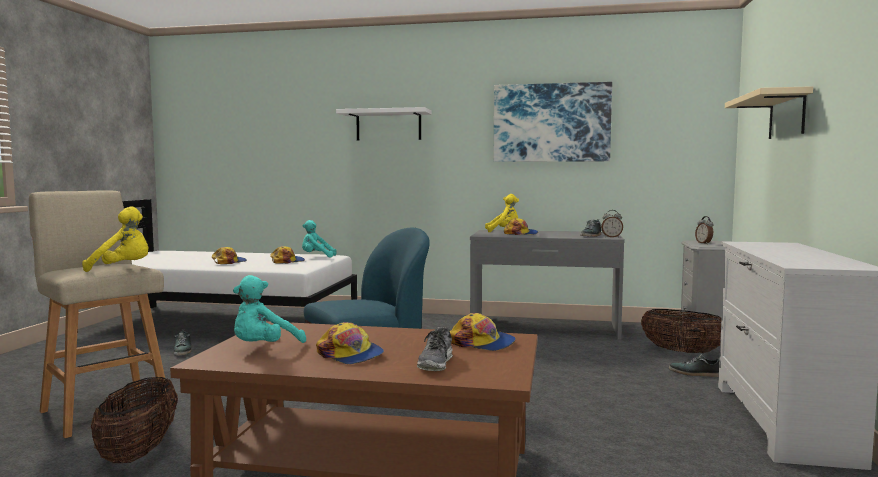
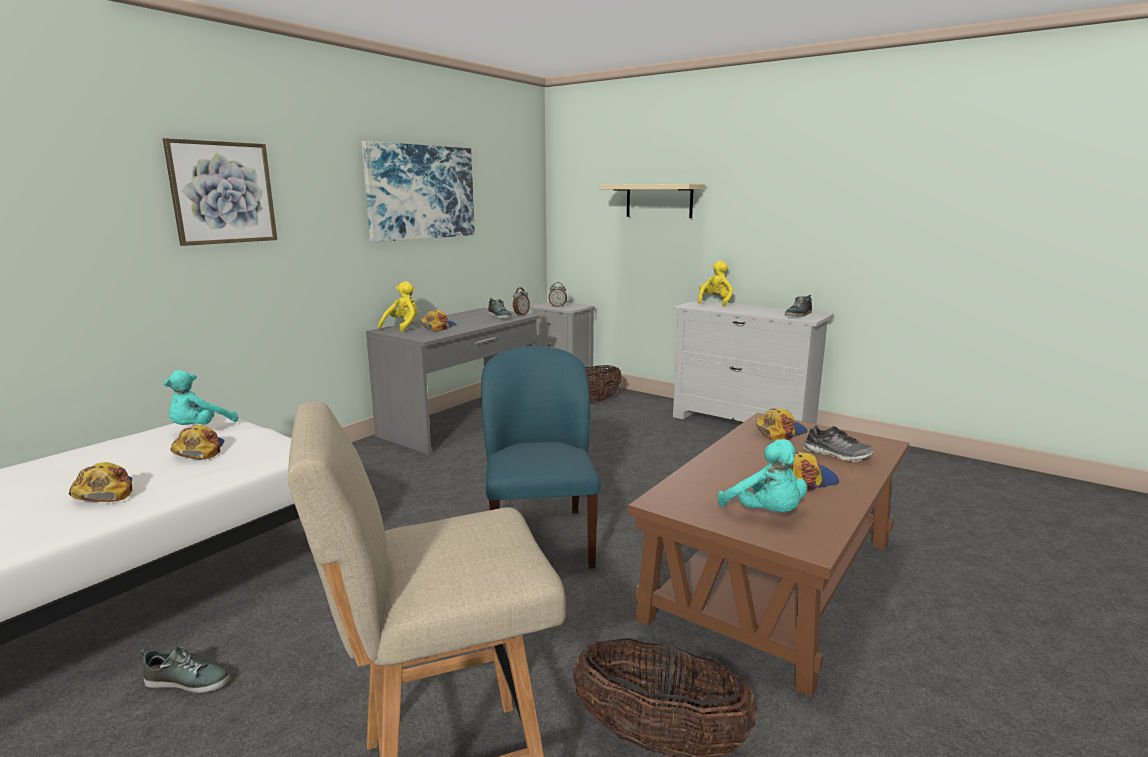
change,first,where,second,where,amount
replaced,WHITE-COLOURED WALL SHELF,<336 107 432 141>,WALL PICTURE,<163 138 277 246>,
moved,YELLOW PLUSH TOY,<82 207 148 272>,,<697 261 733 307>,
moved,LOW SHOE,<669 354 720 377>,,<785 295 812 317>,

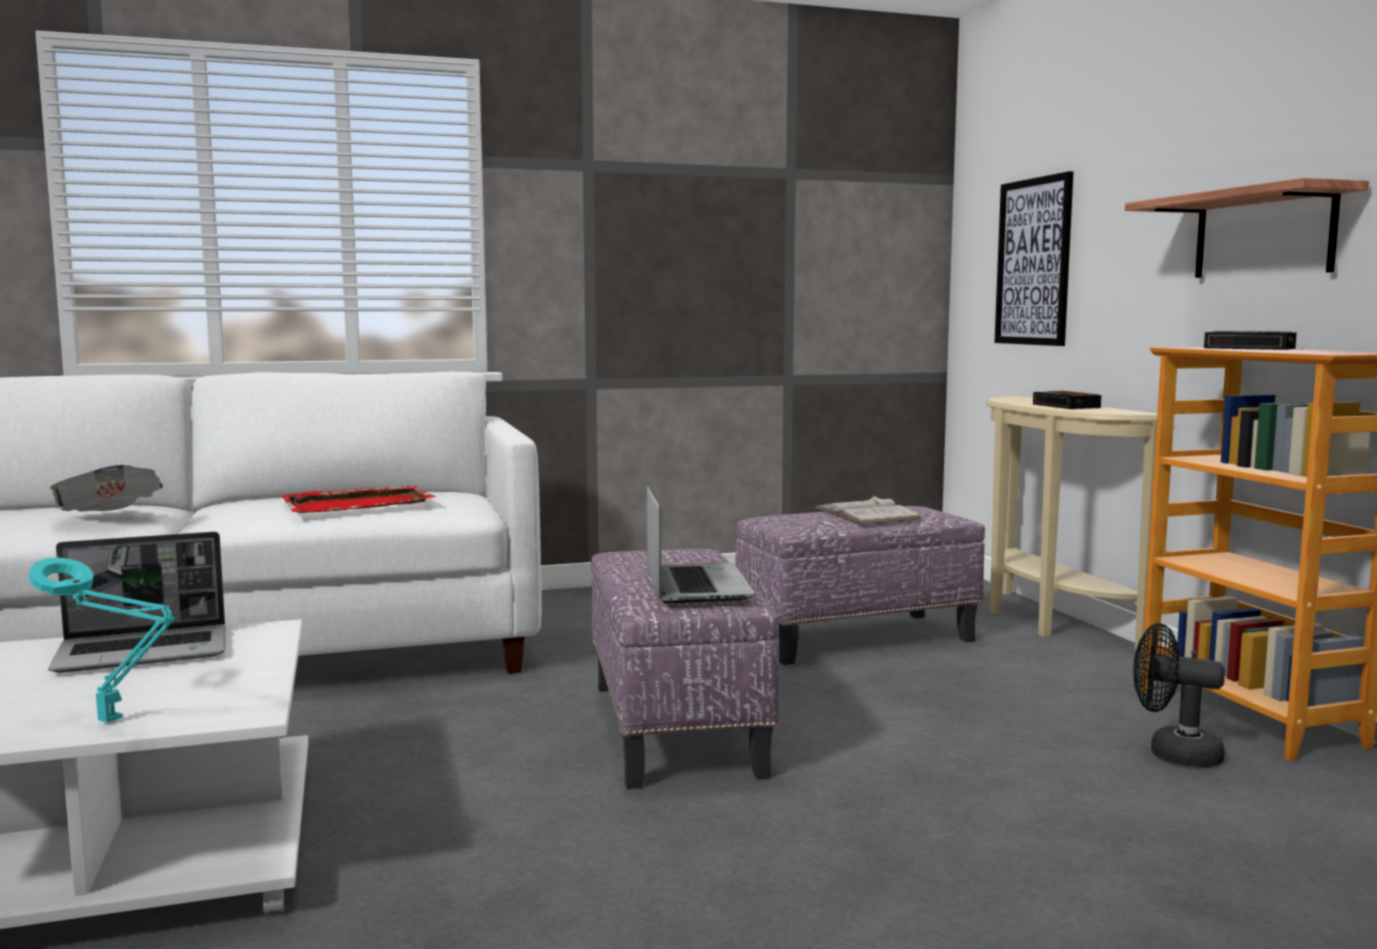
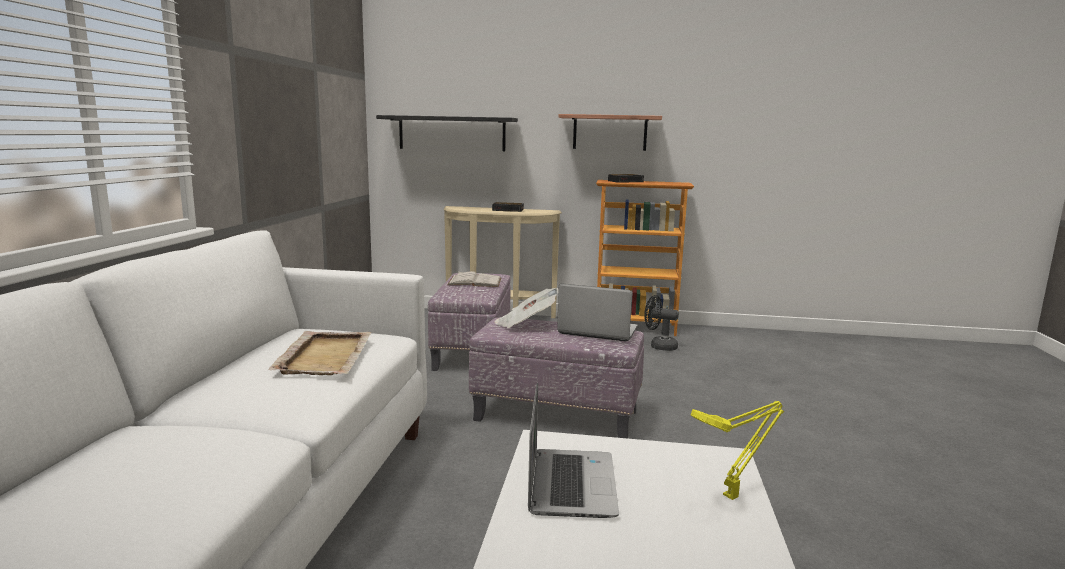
change,first,where,second,where,amount
recoloured,RED CARRYING TRAY,<281 485 436 513>,BEIGE-COLOURED CARRYING TRAY,<268 331 372 375>,
replaced,WALL PICTURE,<995 171 1073 346>,BLACK WALL SHELF,<376 115 518 151>,
moved,PRINTED PAPER,<50 465 163 512>,,<494 288 559 328>,
turned,BLACK FAN,<1133 623 1225 768>,,<644 295 679 351>,60 degrees clockwise
recoloured,BLUE-GREEN TABLETOP LAMP,<28 557 175 722>,YELLOW TABLETOP LAMP,<691 401 784 500>,

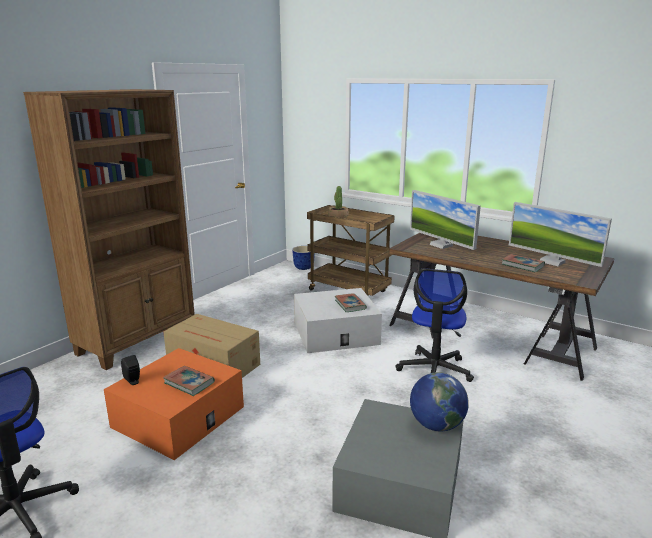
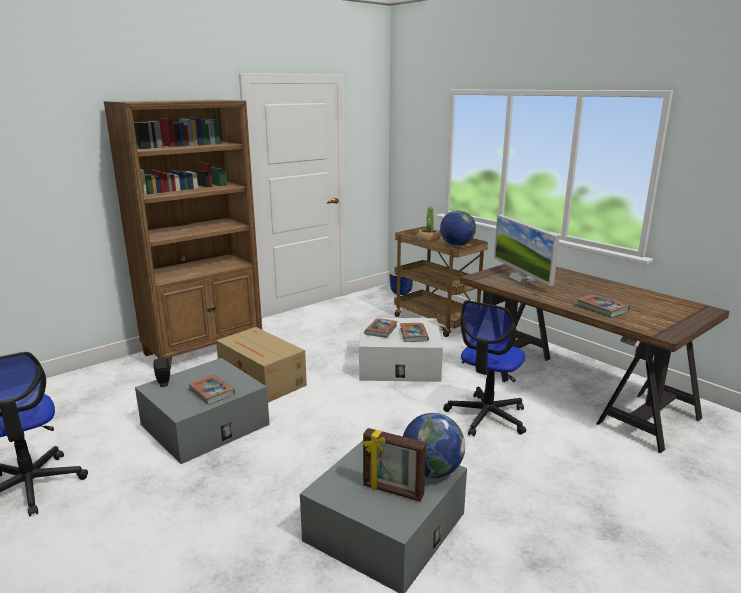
change,first,where,second,where,amount
recoloured,ORANGEY STORAGE CONTAINER,<104 348 244 460>,GREY STORAGE CONTAINER,<135 358 270 464>,
added,,,STANDING FRAME,<363 428 426 502>,
added,,,BOUND BOOK,<364 318 398 338>,
added,,,DESK GLOBE,<440 210 476 246>,
removed,COMPUTER SCREEN,<509 202 612 267>,,,

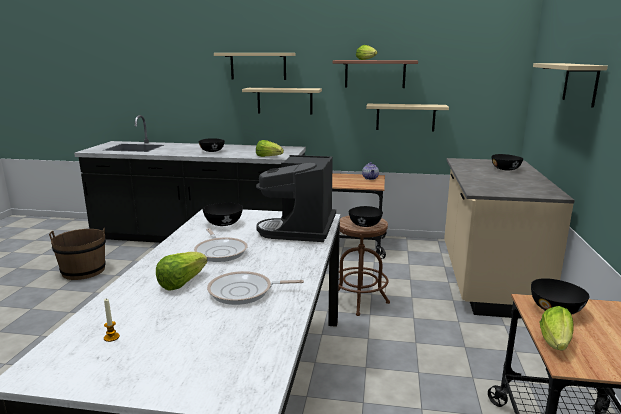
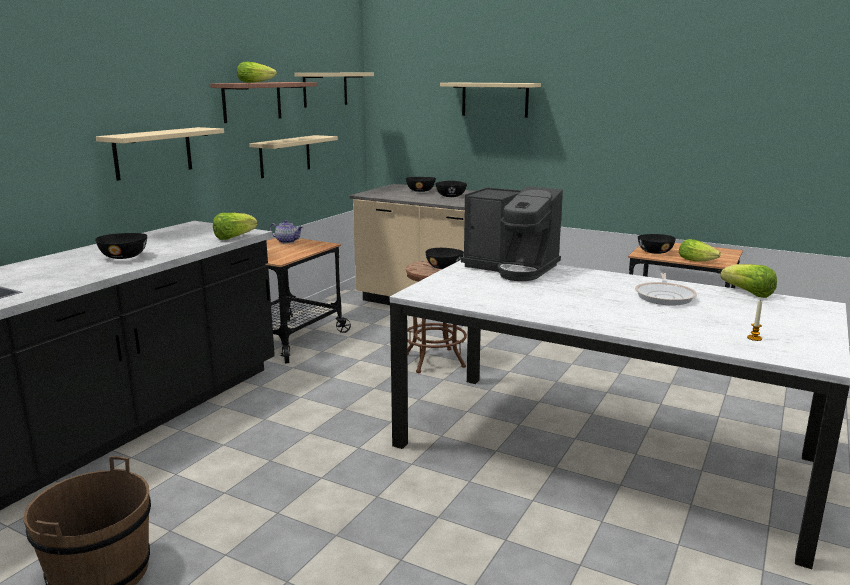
change,first,where,second,where,amount
moved,BEIGE-COLOURED WALL SHELF,<214 53 295 80>,,<294 73 374 108>,
moved,BLACK SERVING BOWL,<202 203 243 226>,,<435 181 467 197>,
moved,LETTUCE HEAD,<156 252 207 291>,,<720 264 777 298>,
removed,FRYING PAN,<194 228 247 262>,,,

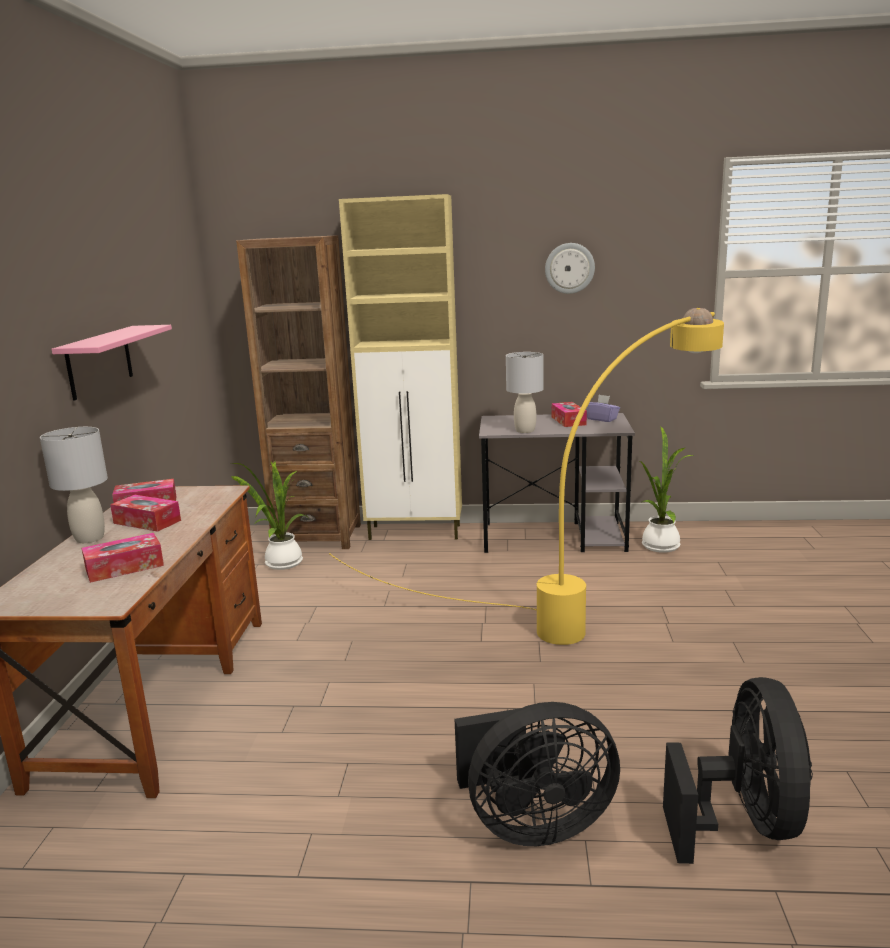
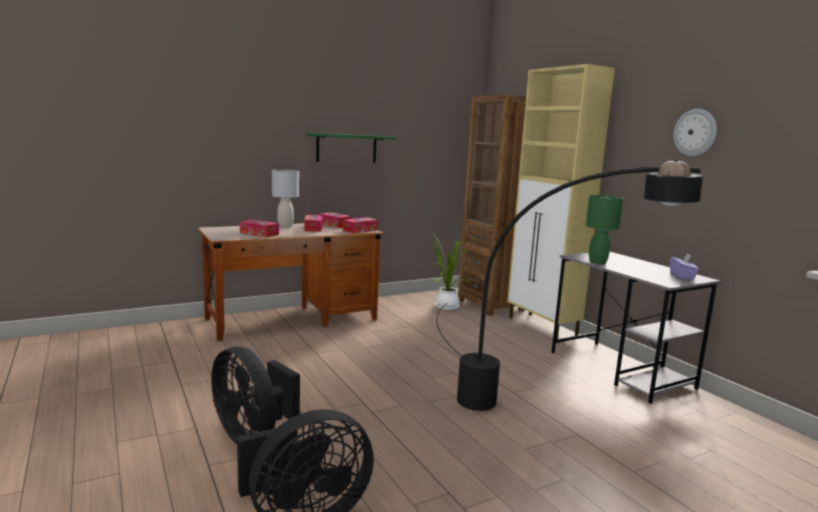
change,first,where,second,where,amount
recoloured,PINK WALL SHELF,<52 325 172 401>,GREEN-COLOURED WALL SHELF,<307 133 396 163>,
moved,TISSUE HOLDER,<551 402 587 427>,,<343 217 378 233>,
recoloured,YELLOW STANDARD LAMP,<329 308 724 645>,BLACK STANDARD LAMP,<436 160 703 411>,
recoloured,GREY TABLETOP LAMP,<506 352 543 433>,GREEN-COLOURED TABLETOP LAMP,<586 195 623 264>,
removed,PLANT IN A POT,<640 427 693 553>,,,

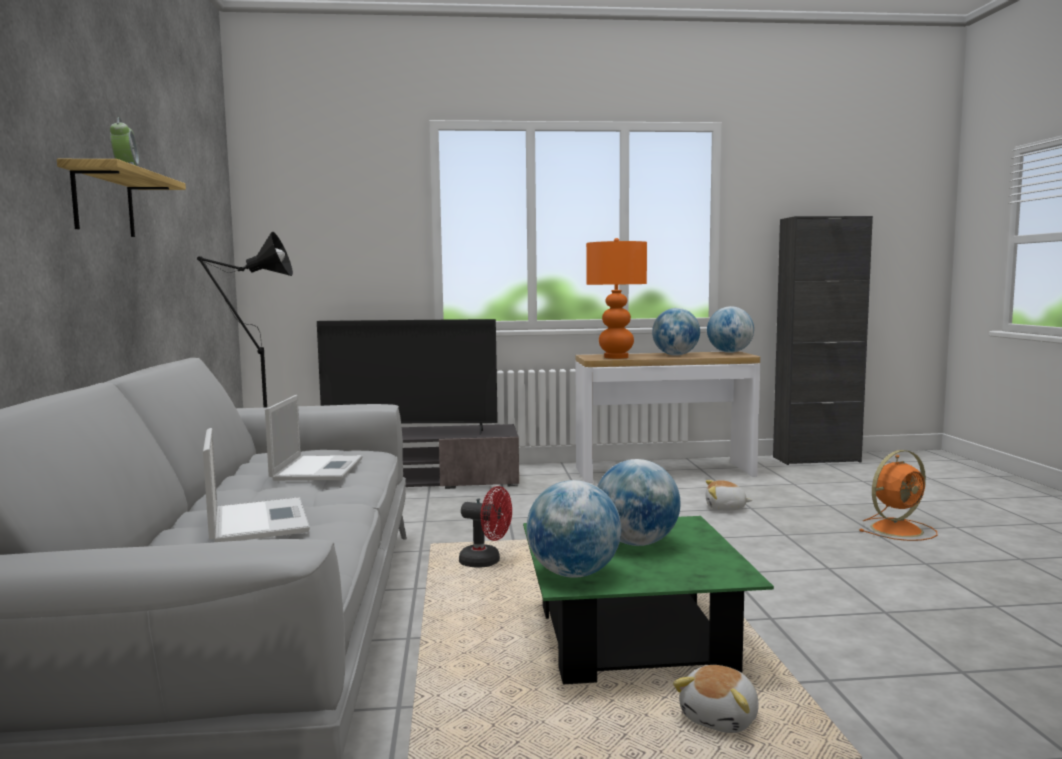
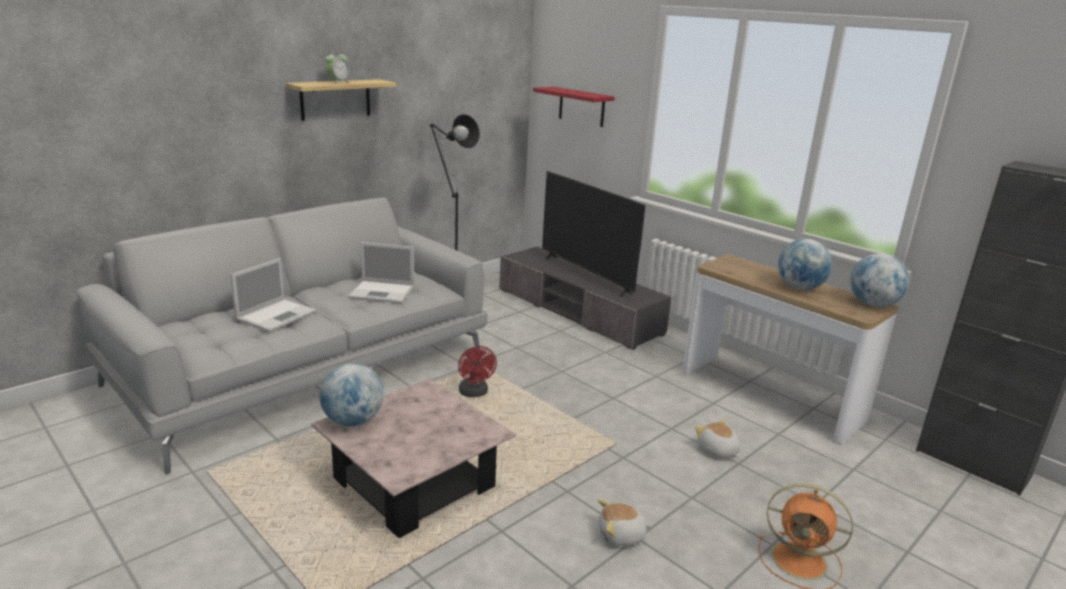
change,first,where,second,where,amount
recoloured,GREEN-COLOURED COFFEE TABLE,<523 516 774 684>,PINK COFFEE TABLE,<311 379 516 538>,
turned,LAPTOP,<265 395 363 481>,,<348 242 414 303>,45 degrees clockwise
added,,,RED WALL SHELF,<533 87 615 127>,
moved,PLUSH TOY,<673 665 759 733>,,<598 499 652 546>,
removed,ORANGEY TABLETOP LAMP,<586 238 647 359>,,,
removed,DESK GLOBE,<597 459 681 546>,,,

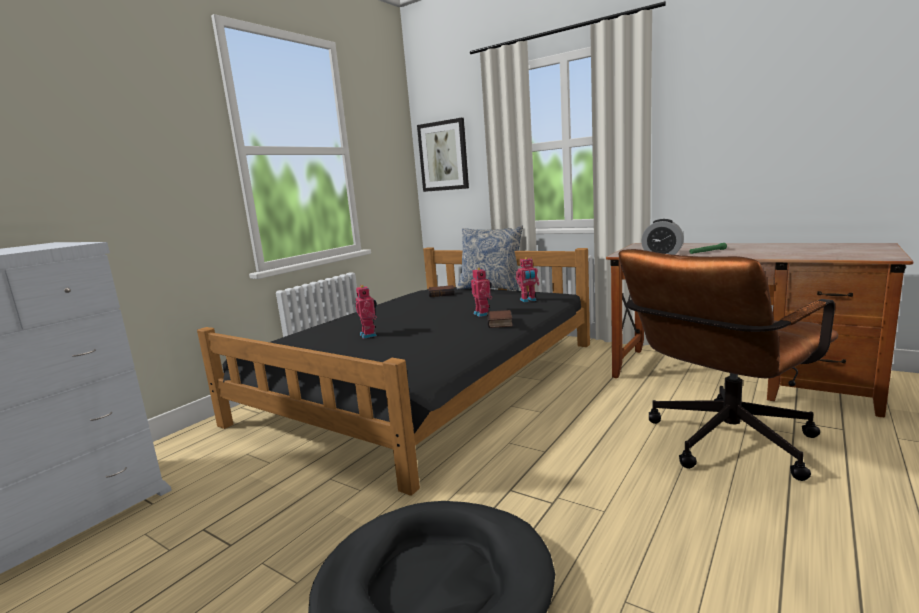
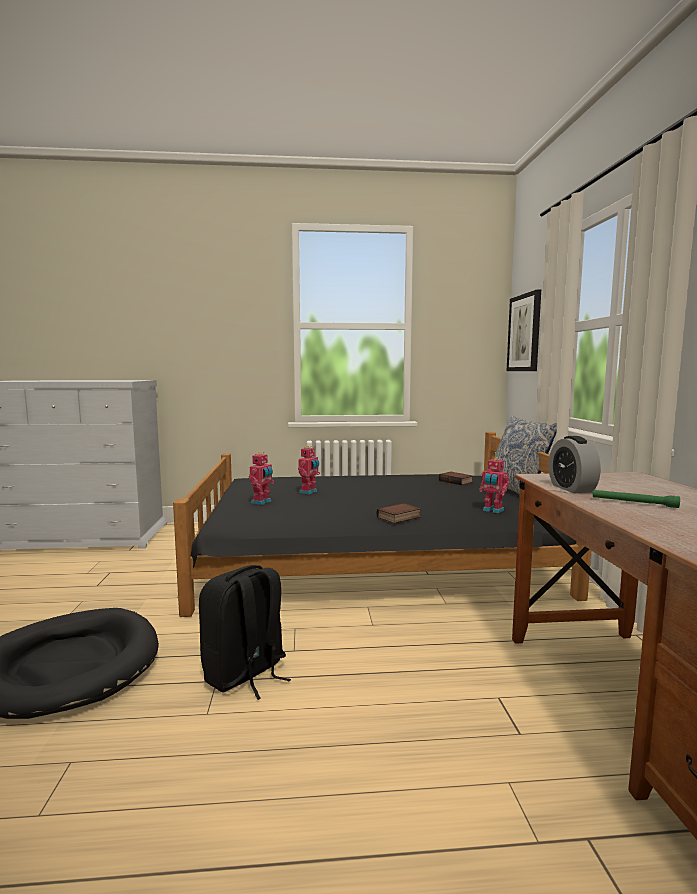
change,first,where,second,where,amount
added,,,BLACK BACKPACK,<199 565 291 700>,
moved,ROBOT FIGURE,<471 268 492 317>,,<249 452 274 505>,
removed,BROWN-COLOURED DESK CHAIR,<619 249 838 481>,,,

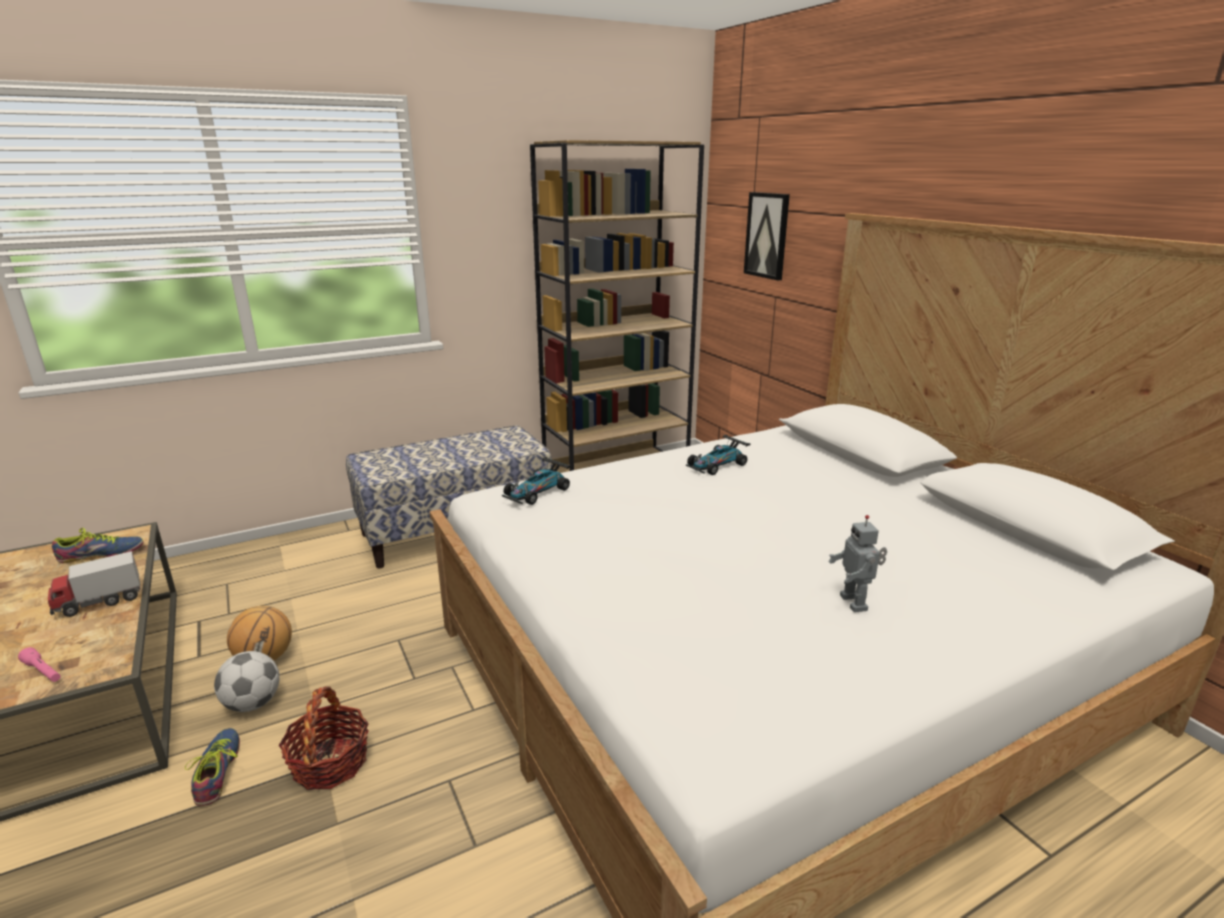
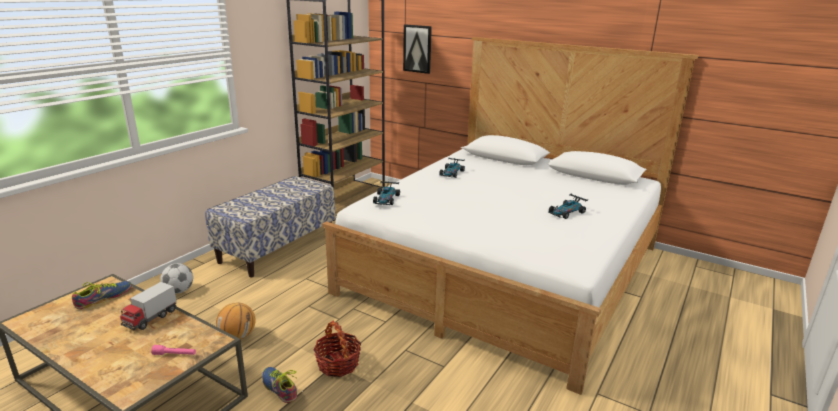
change,first,where,second,where,amount
moved,BALL FOR FOOTBALL,<214 651 280 712>,,<160 263 193 294>,
replaced,ROBOT FIGURE,<828 515 887 612>,TOY CAR,<548 194 588 219>,

